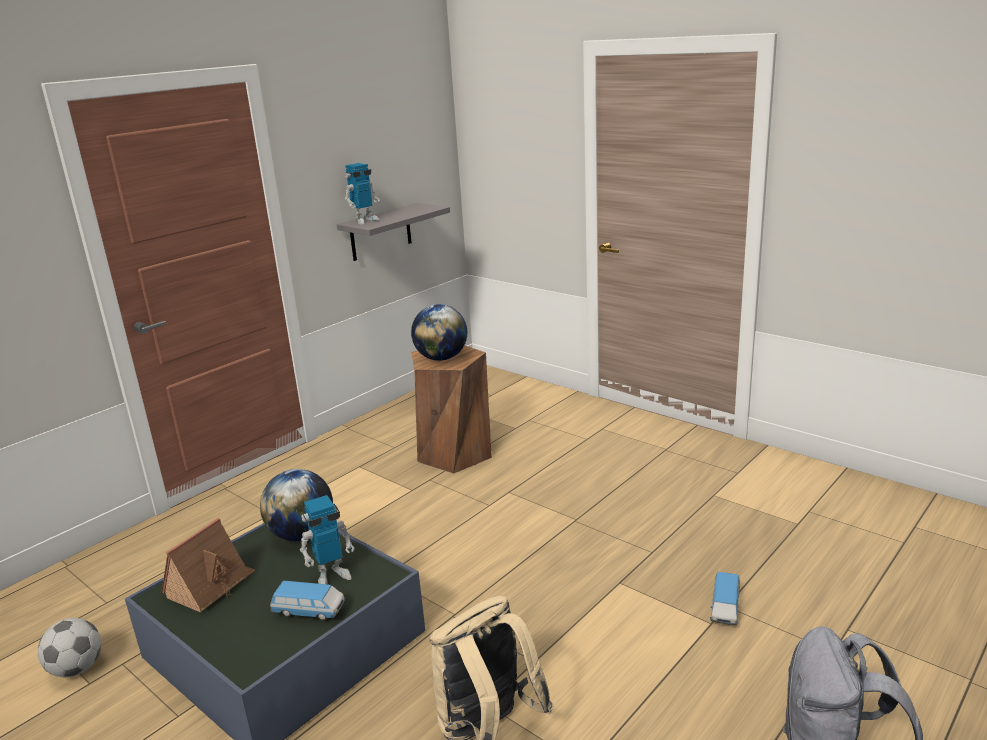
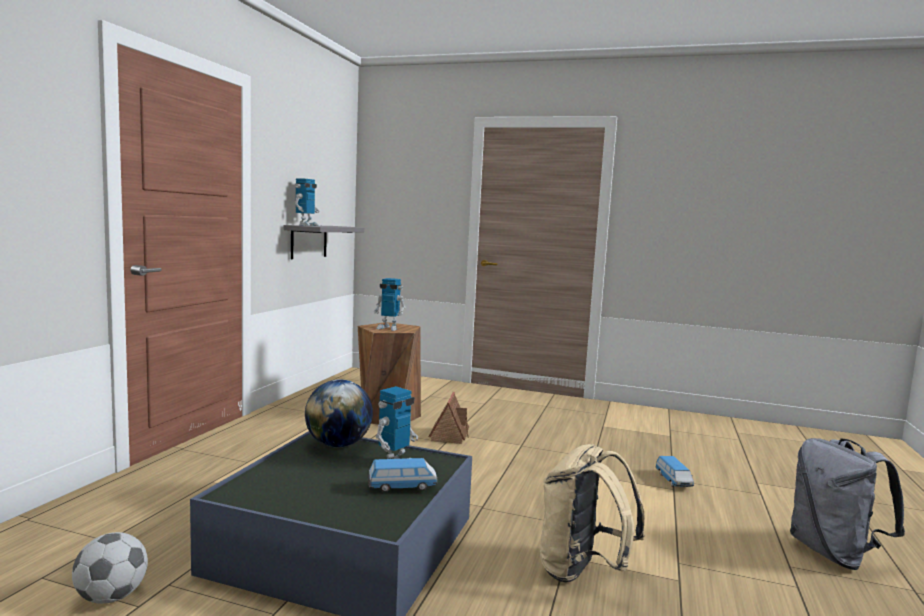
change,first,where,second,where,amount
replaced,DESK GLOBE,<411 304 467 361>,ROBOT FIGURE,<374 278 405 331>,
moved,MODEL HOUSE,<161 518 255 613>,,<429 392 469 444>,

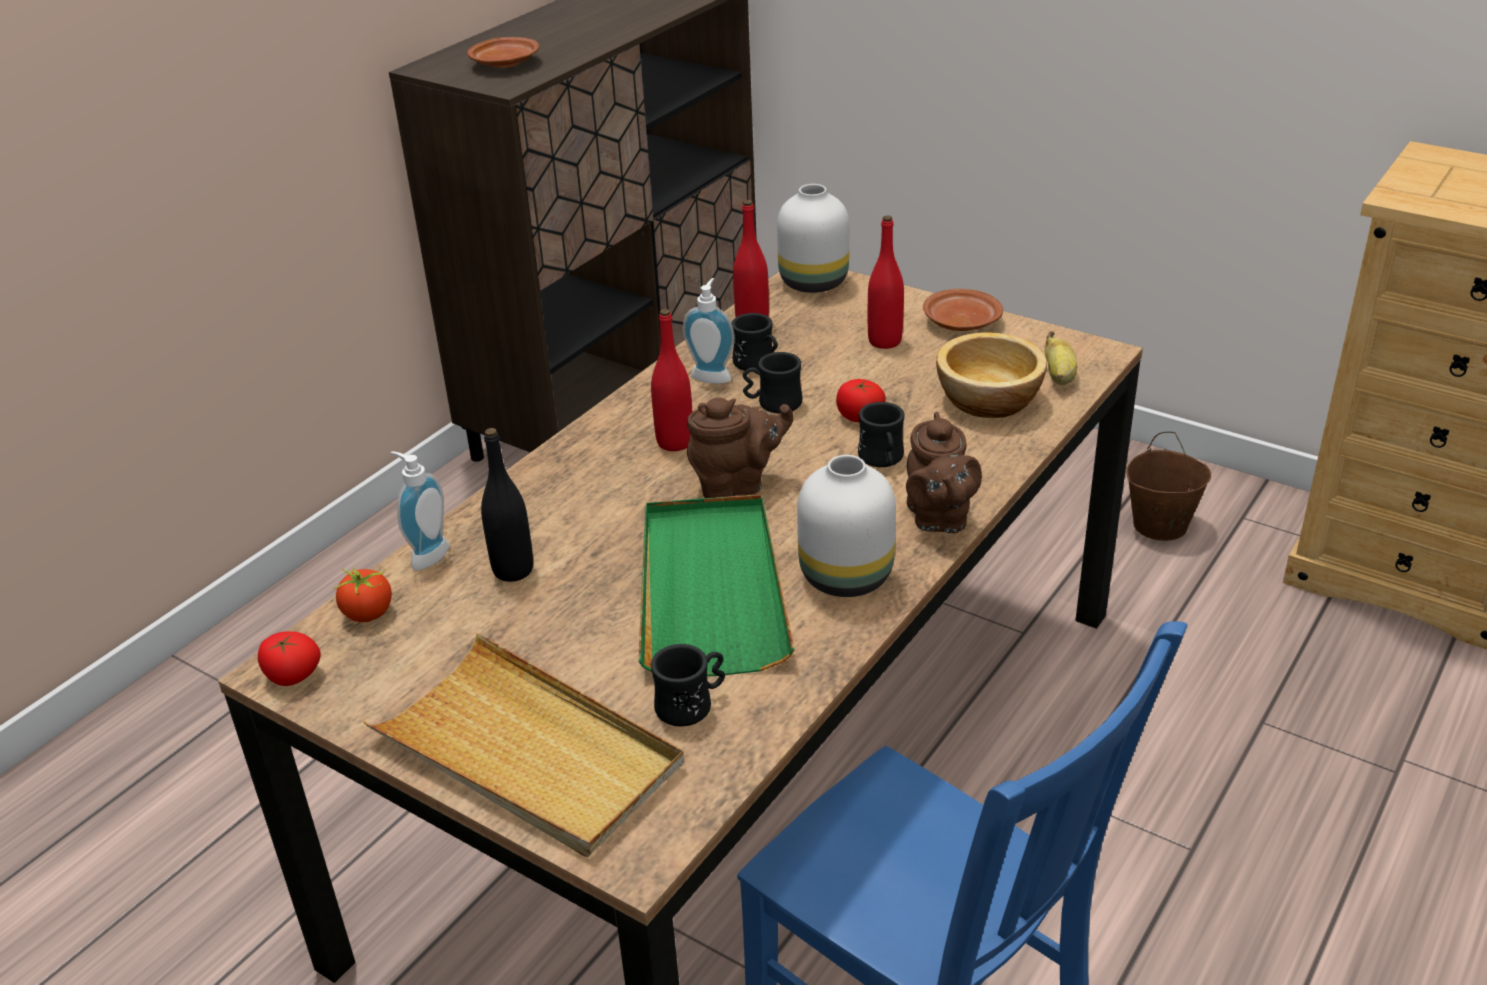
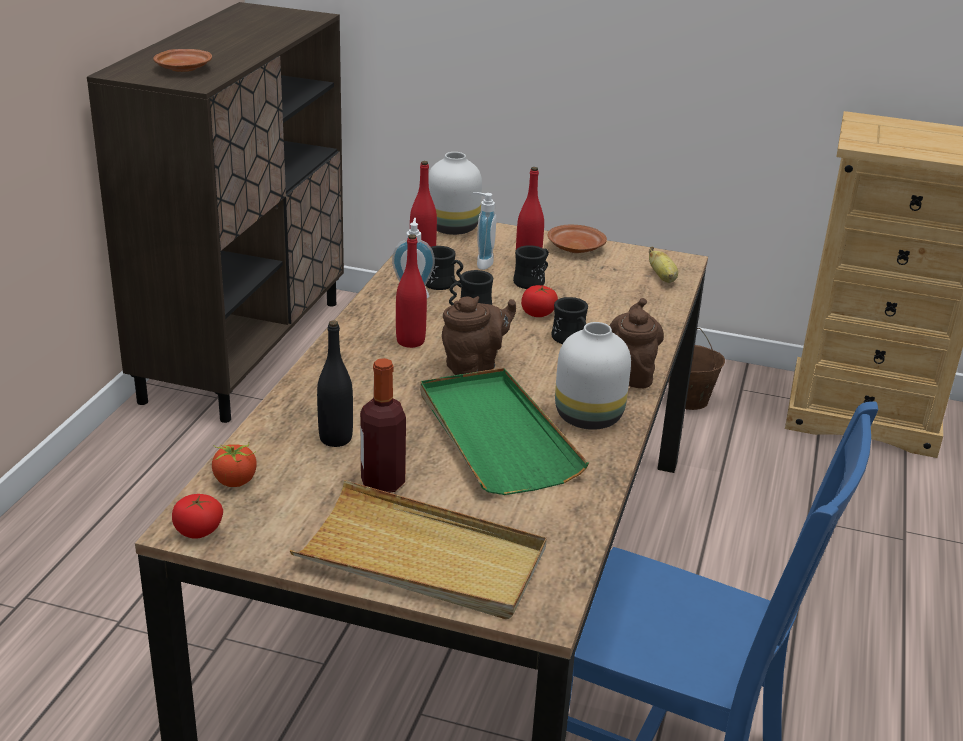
change,first,where,second,where,amount
added,,,BOTTLE,<360 358 406 493>,
moved,SOAP BOTTLE,<390 451 449 570>,,<473 192 496 270>,
moved,BLACK MUG,<651 644 725 727>,,<513 245 549 289>,
turned,BROWN-COLOURED TEAPOT,<906 412 982 533>,,<610 298 664 388>,150 degrees counterclockwise
removed,SERVING BOWL,<936 332 1047 418>,,,

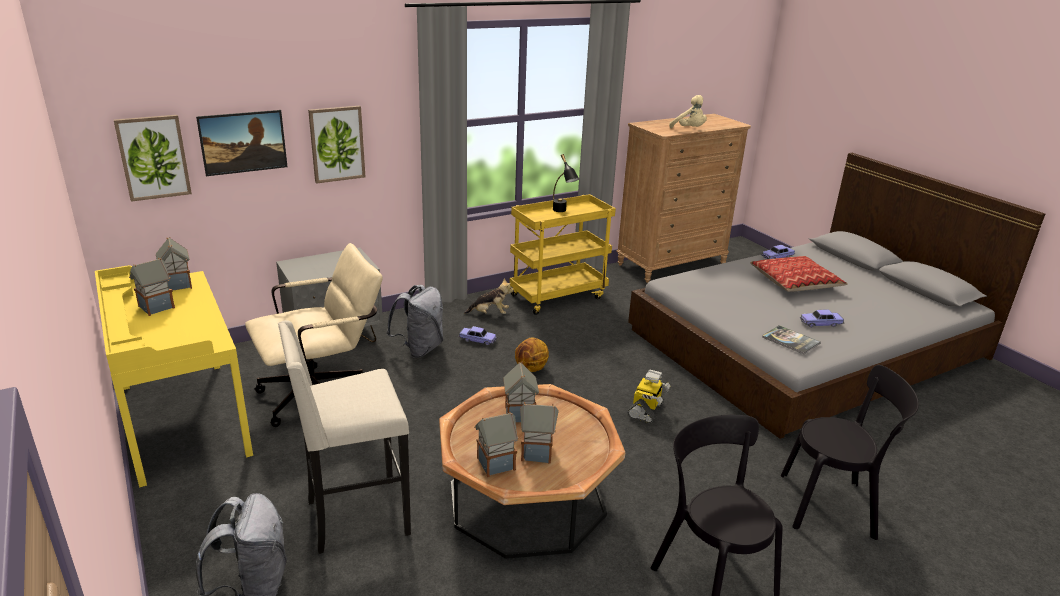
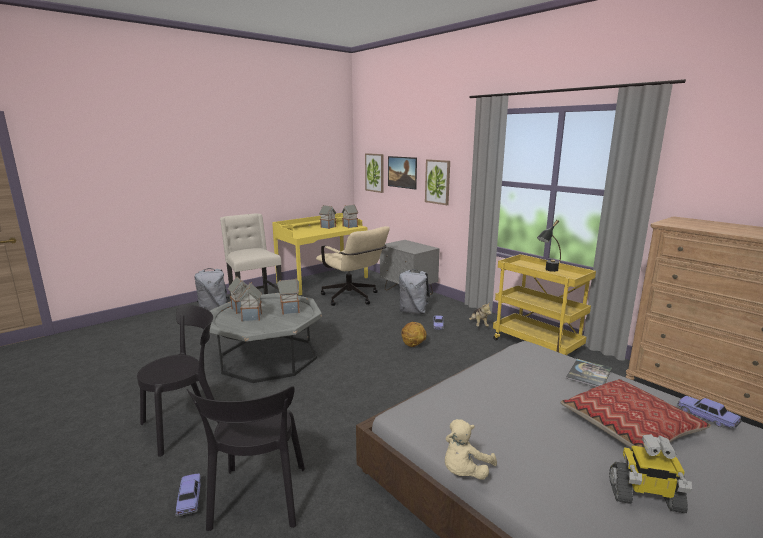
change,first,where,second,where,amount
moved,TOY CAR,<800 309 844 327>,,<175 474 201 516>,
recoloured,BROWN-COLOURED COFFEE TABLE,<439 384 625 559>,GREY COFFEE TABLE,<209 293 322 383>,
moved,BEIGE-COLOURED PLUSH TOY,<669 95 707 128>,,<445 419 497 480>,
moved,BOUND BOOK,<762 325 821 355>,,<566 359 612 387>,
moved,ROBOT FIGURE,<628 369 670 423>,,<609 434 692 513>,

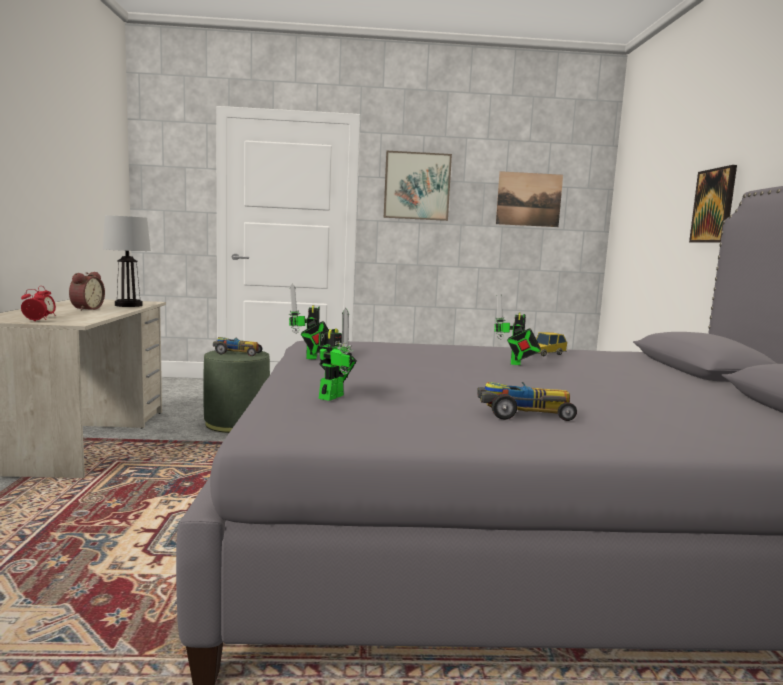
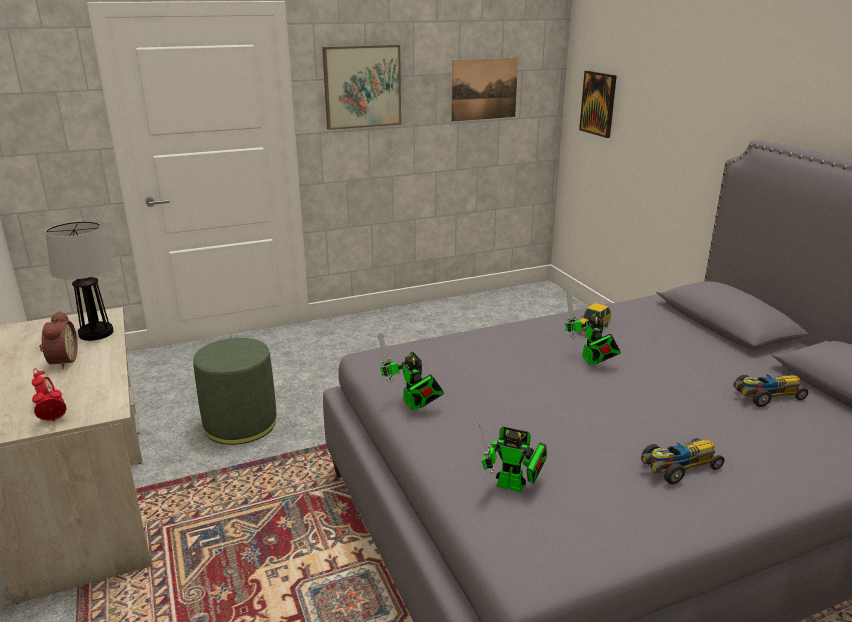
change,first,where,second,where,amount
turned,ROBOT FIGURE,<318 308 357 401>,,<479 420 547 492>,105 degrees clockwise
moved,WALL PICTURE,<689 165 737 243>,,<579 71 617 138>,
moved,TOY CAR,<213 337 262 356>,,<733 374 808 407>,

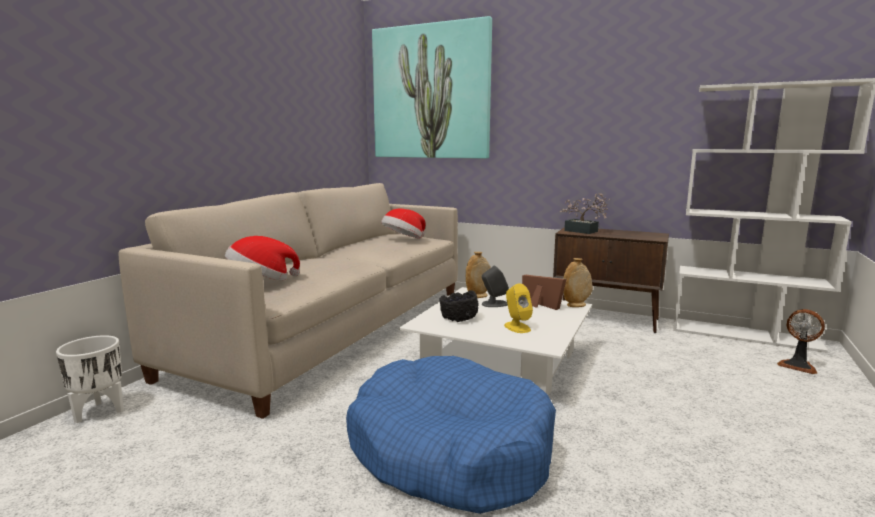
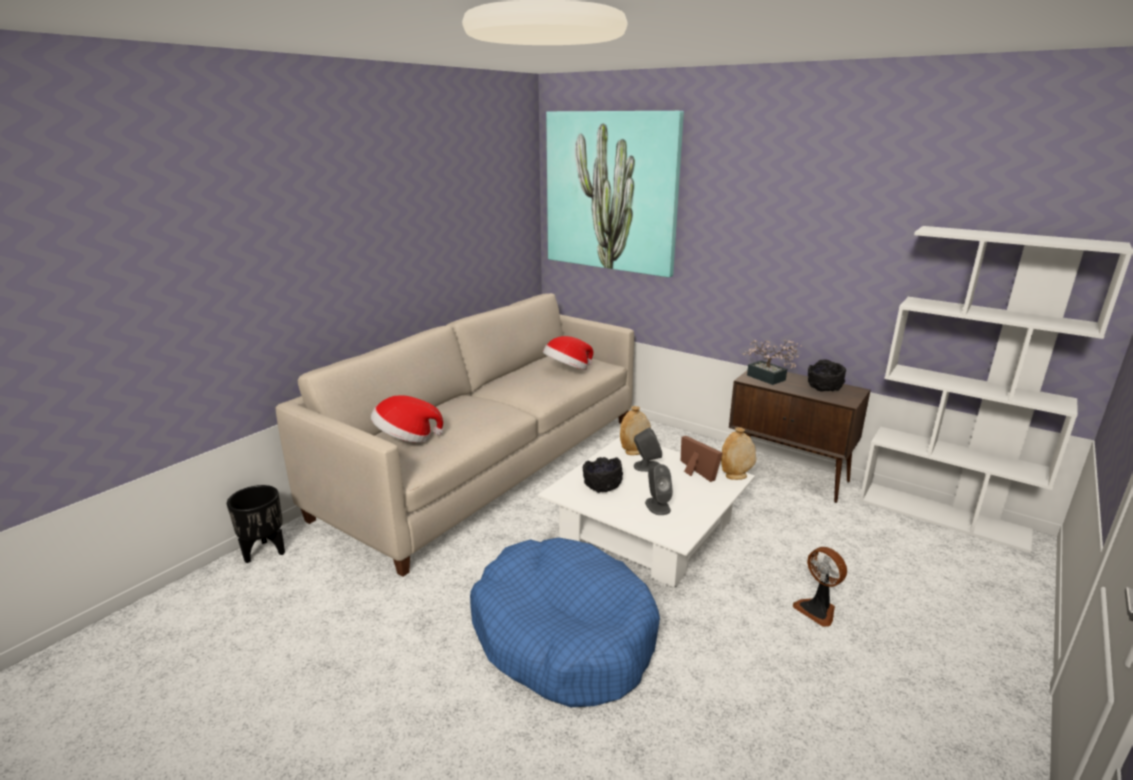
change,first,where,second,where,amount
recoloured,WHITE-COLOURED PLANT POT,<56 335 124 423>,BLACK PLANT POT,<227 485 285 563>,
recoloured,YELLOW LOUDSPEAKER,<504 283 533 333>,GREY LOUDSPEAKER,<645 464 673 515>,
moved,FAN,<777 309 825 374>,,<793 547 847 627>,
added,,,BLACK SERVING BOWL,<808 359 846 392>,

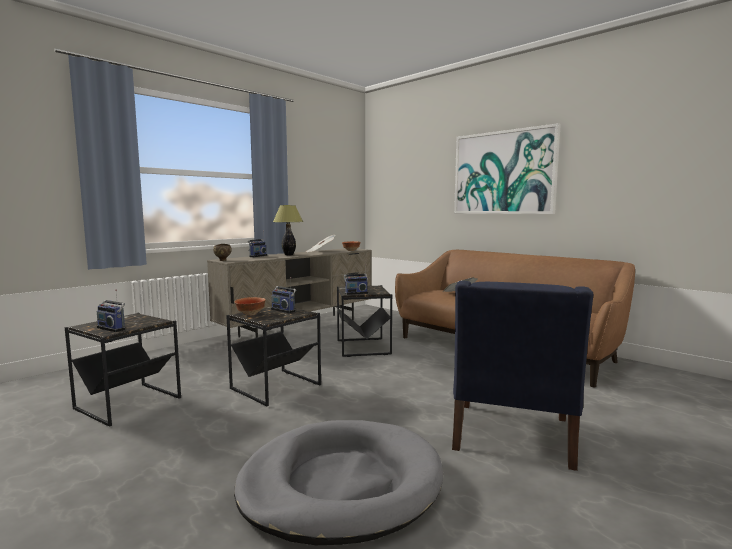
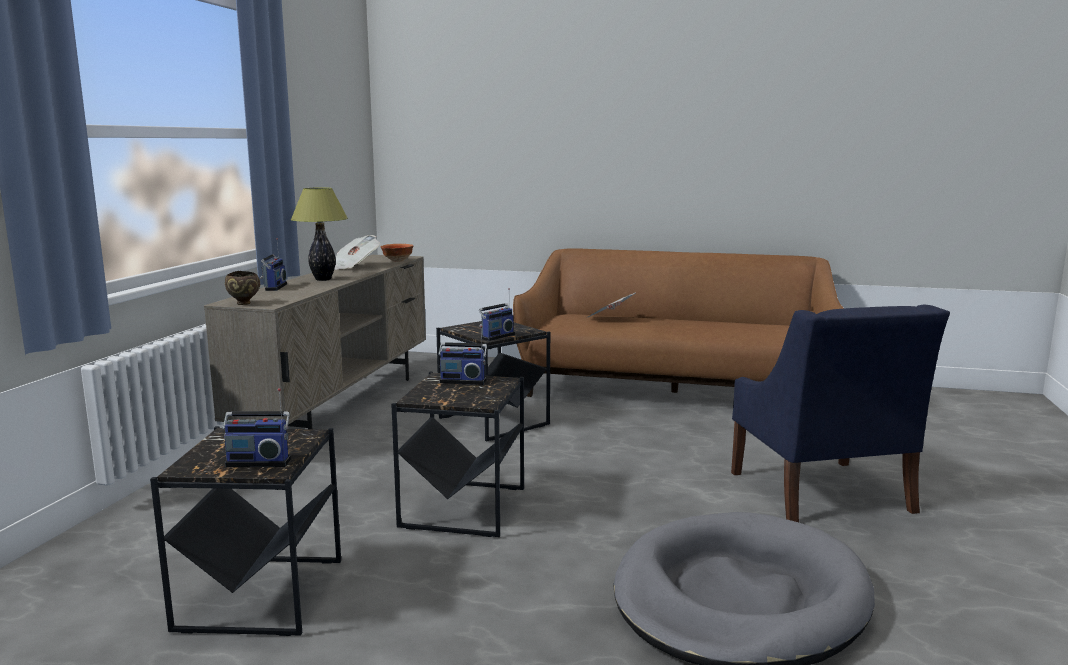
change,first,where,second,where,amount
removed,SERVING BOWL,<234 297 266 315>,,,
removed,WALL PICTURE,<454 123 561 214>,,,

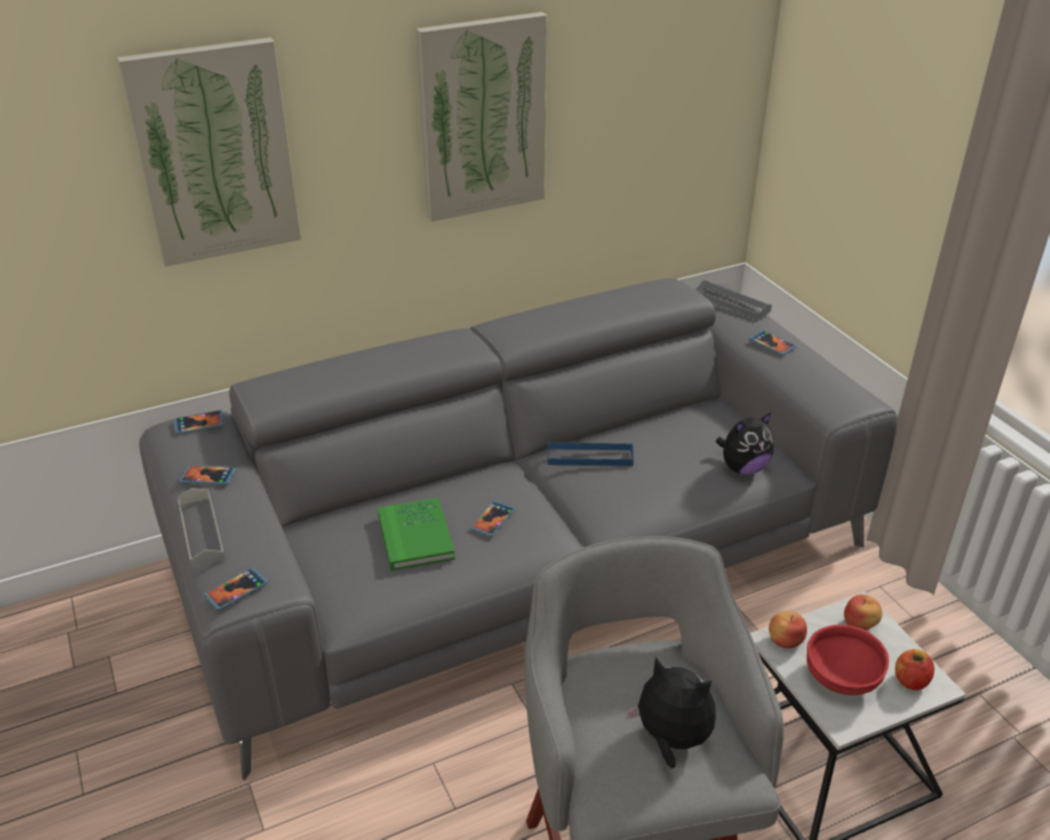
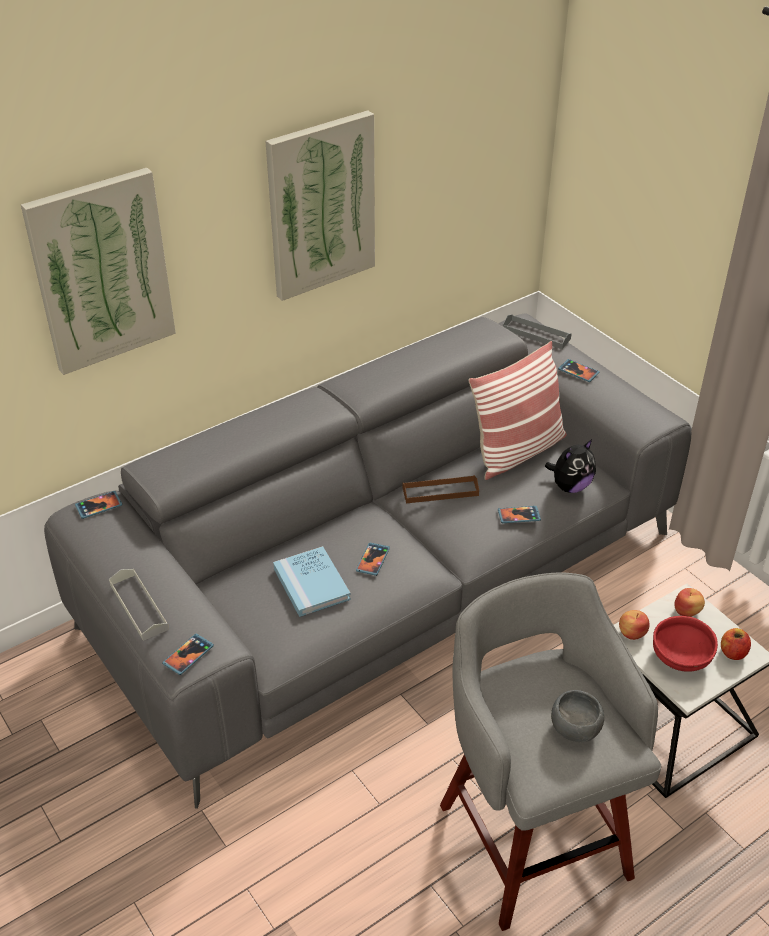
change,first,where,second,where,amount
recoloured,GREEN-COLOURED BOUND BOOK,<378 498 455 571>,BLUISH BOUND BOOK,<273 546 351 617>,
recoloured,BLUISH CARRYING TRAY,<548 442 634 466>,BROWN-COLOURED CARRYING TRAY,<403 475 479 503>,
added,,,PILLOW,<468 341 567 480>,
moved,HANDSET,<179 465 236 485>,,<498 506 541 523>,
replaced,PLUSH TOY,<625 657 716 768>,GREY SERVING BOWL,<551 690 604 742>,

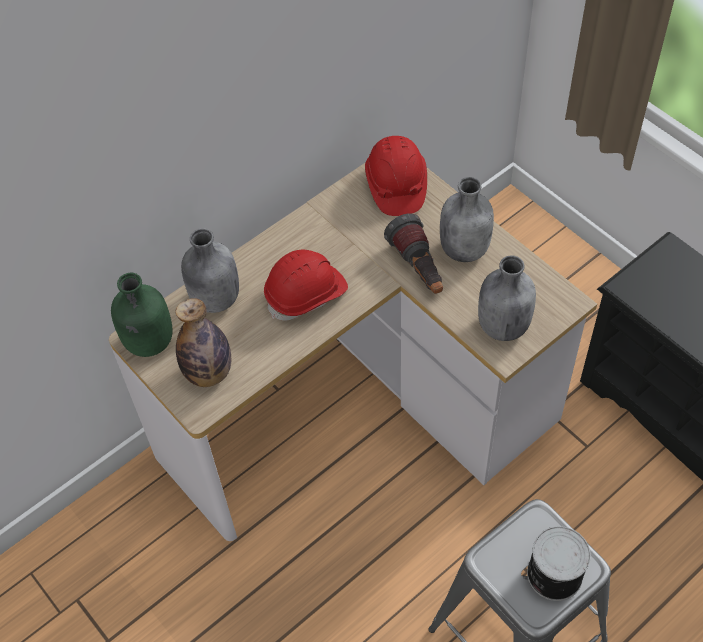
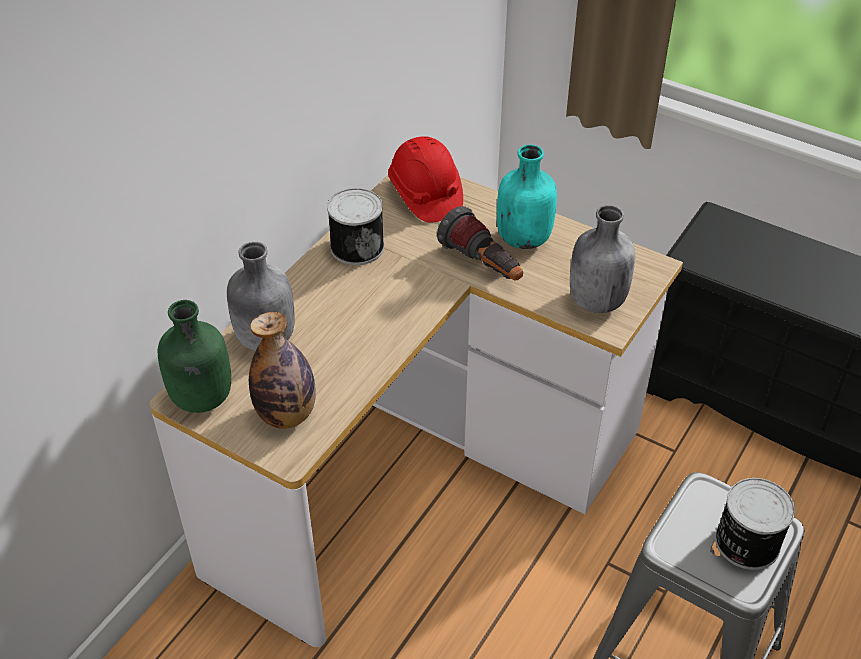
change,first,where,second,where,amount
added,,,CAN,<327 188 384 265>,
recoloured,GREY BOTTLE,<440 177 494 262>,BLUE-GREEN BOTTLE,<497 145 557 249>,
removed,RED HARD HAT,<264 250 348 321>,,,

